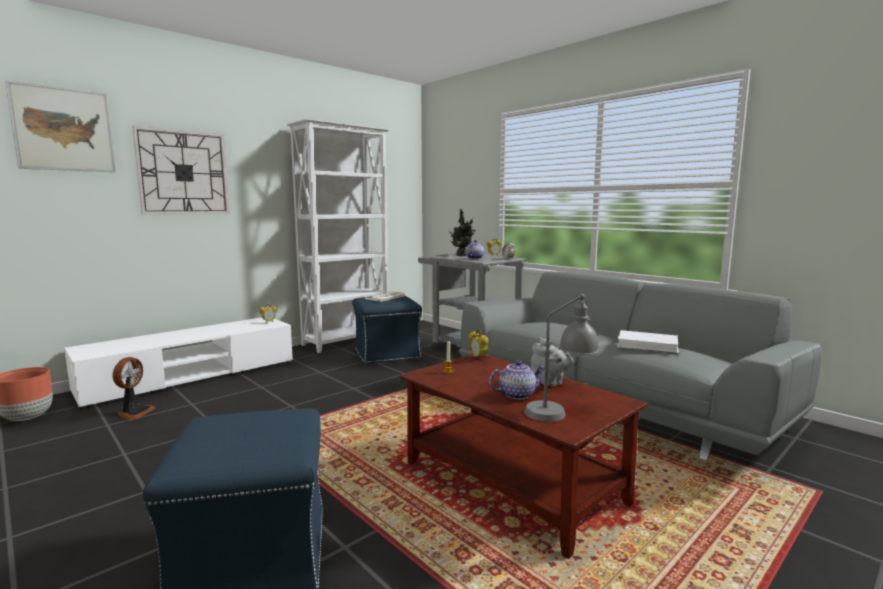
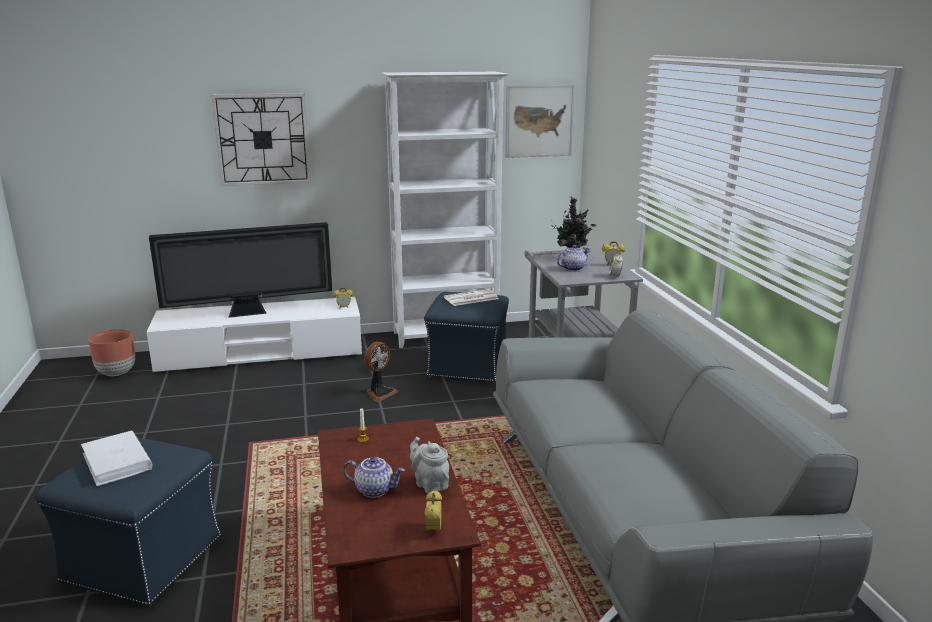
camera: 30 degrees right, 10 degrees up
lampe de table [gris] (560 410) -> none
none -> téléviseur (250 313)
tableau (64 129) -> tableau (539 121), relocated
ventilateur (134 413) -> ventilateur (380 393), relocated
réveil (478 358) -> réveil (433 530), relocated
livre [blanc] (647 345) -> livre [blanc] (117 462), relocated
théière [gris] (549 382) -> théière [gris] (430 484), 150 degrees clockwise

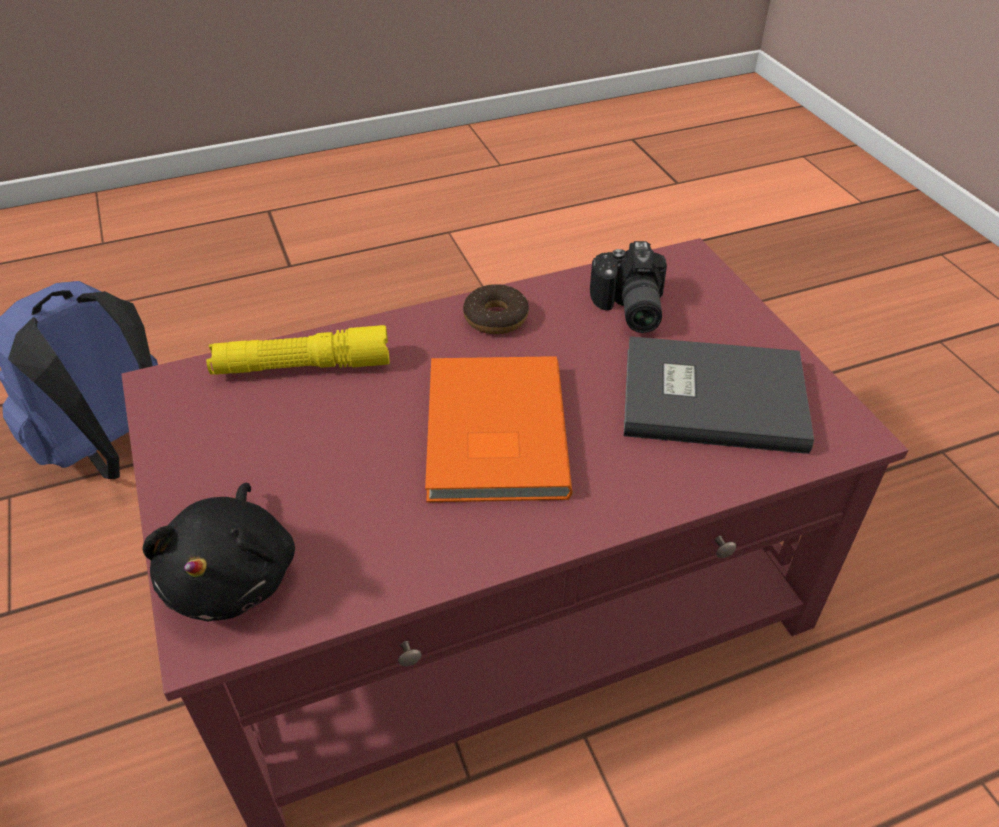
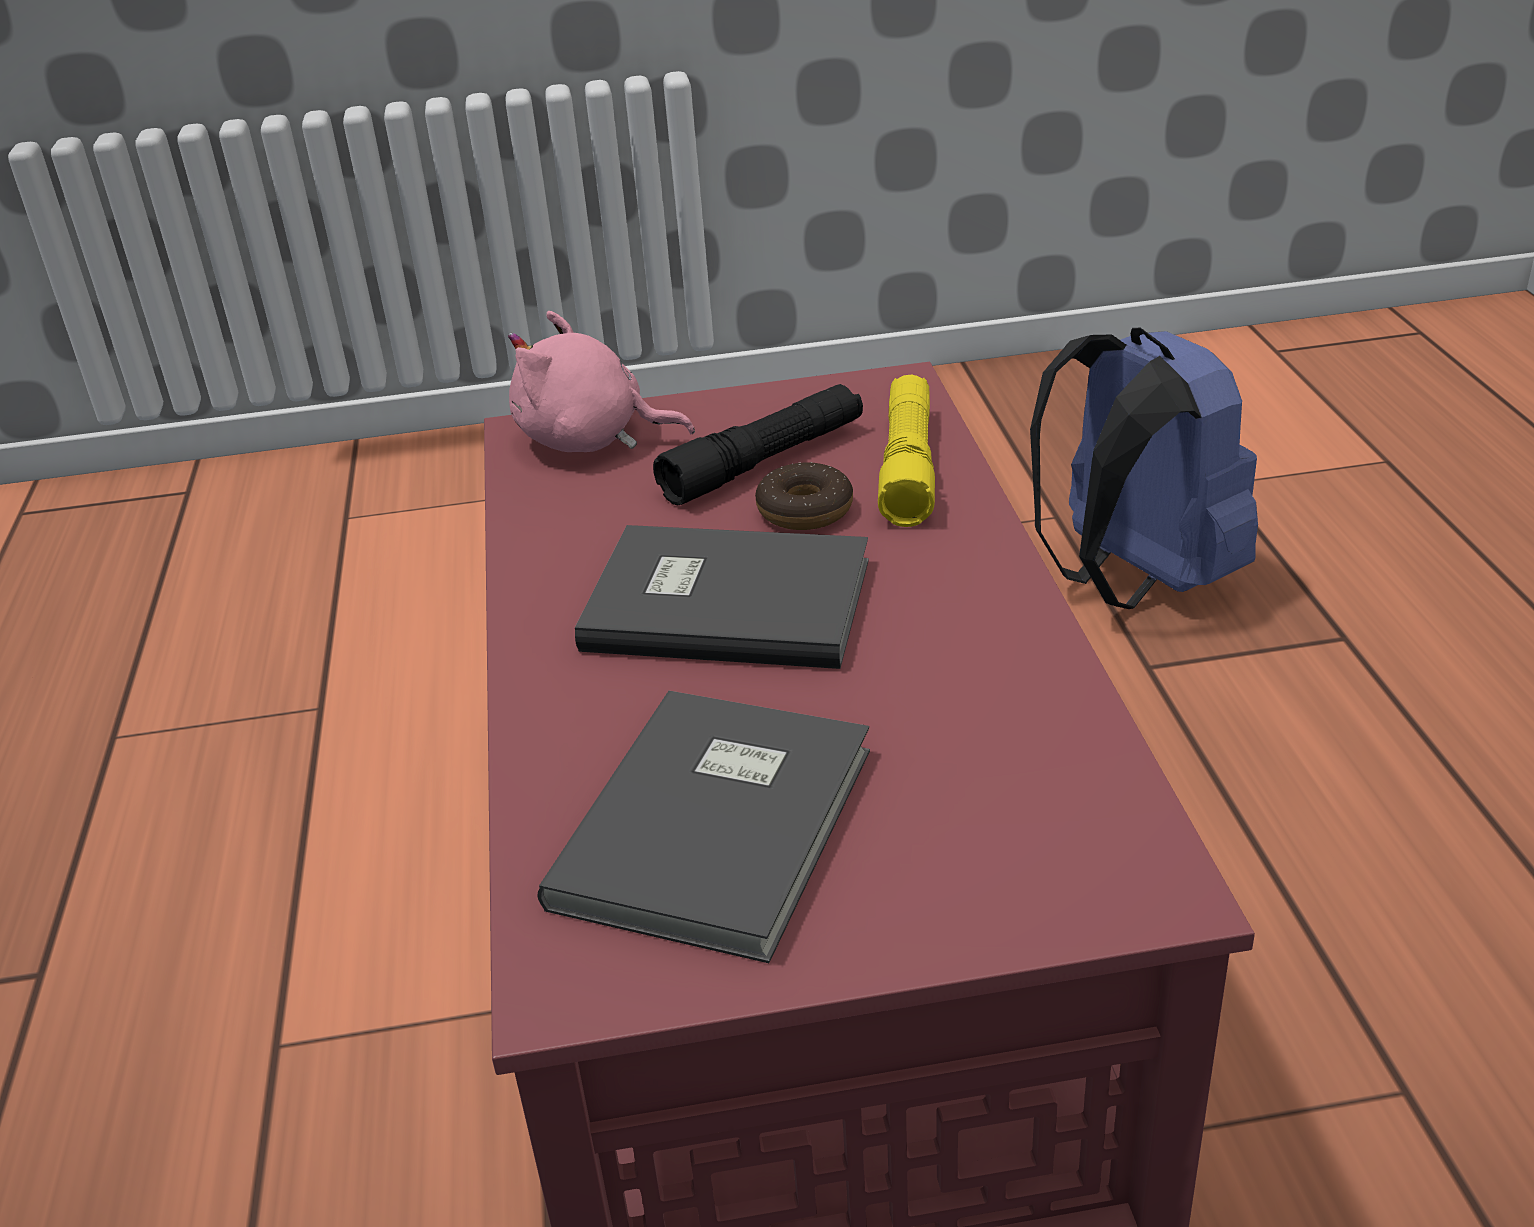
camera: 105 degrees right, 10 degrees down
appareil photo (627 309) -> none
none -> lampe de poche [noir] (764 462)
beignet (496 318) -> beignet (805 510), relocated
peluche [noir] (234 576) -> peluche [rose] (590 440)
livre [orange] (491 433) -> livre [gris] (725 600)

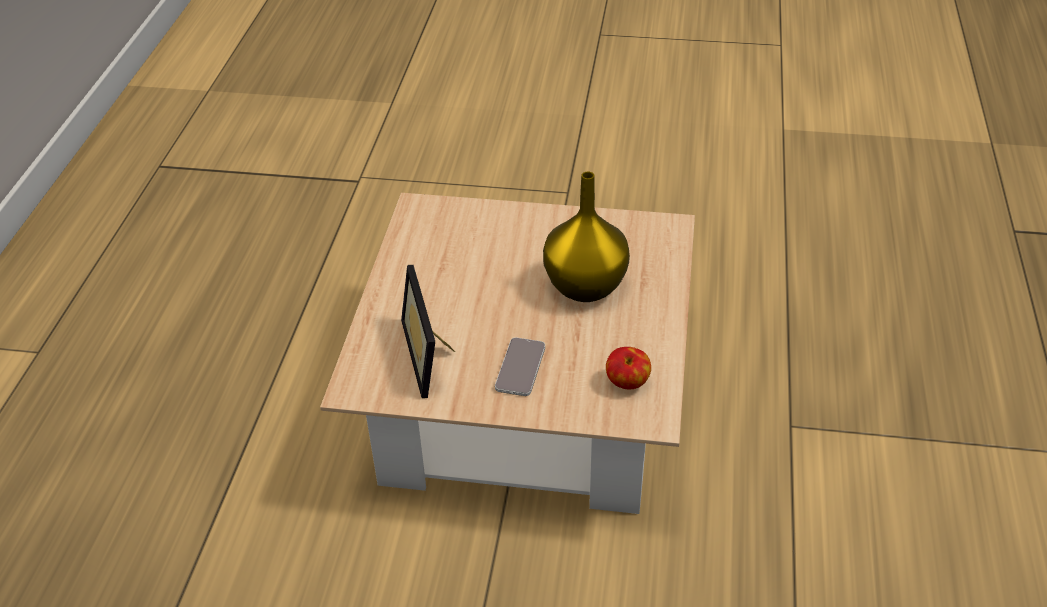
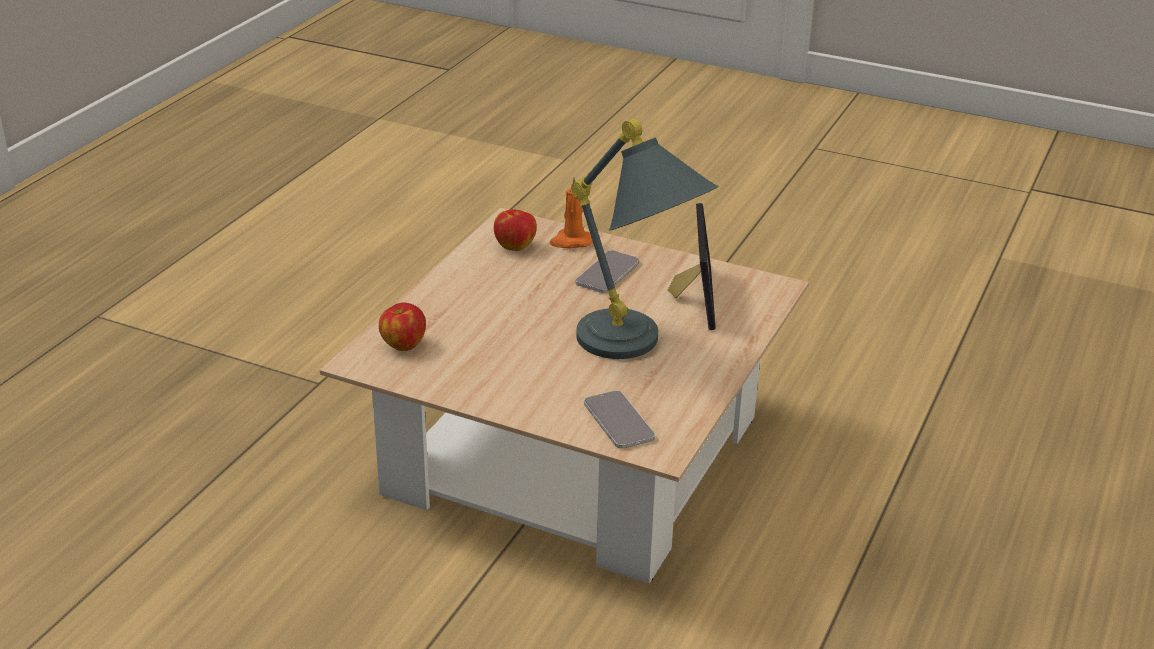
camera: 165 degrees left, 10 degrees down
vase [jaune] (584 286) -> none
none -> pomme (403 345)
none -> bougie [orange] (571 241)
none -> lampe de table [gris] (638 350)
none -> téléphone (618 421)

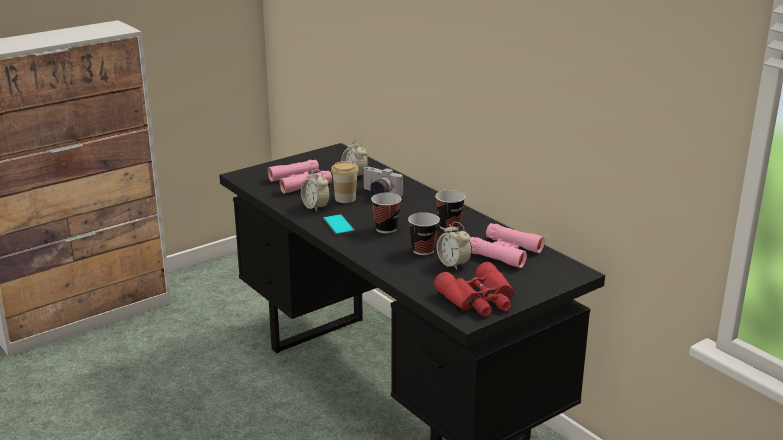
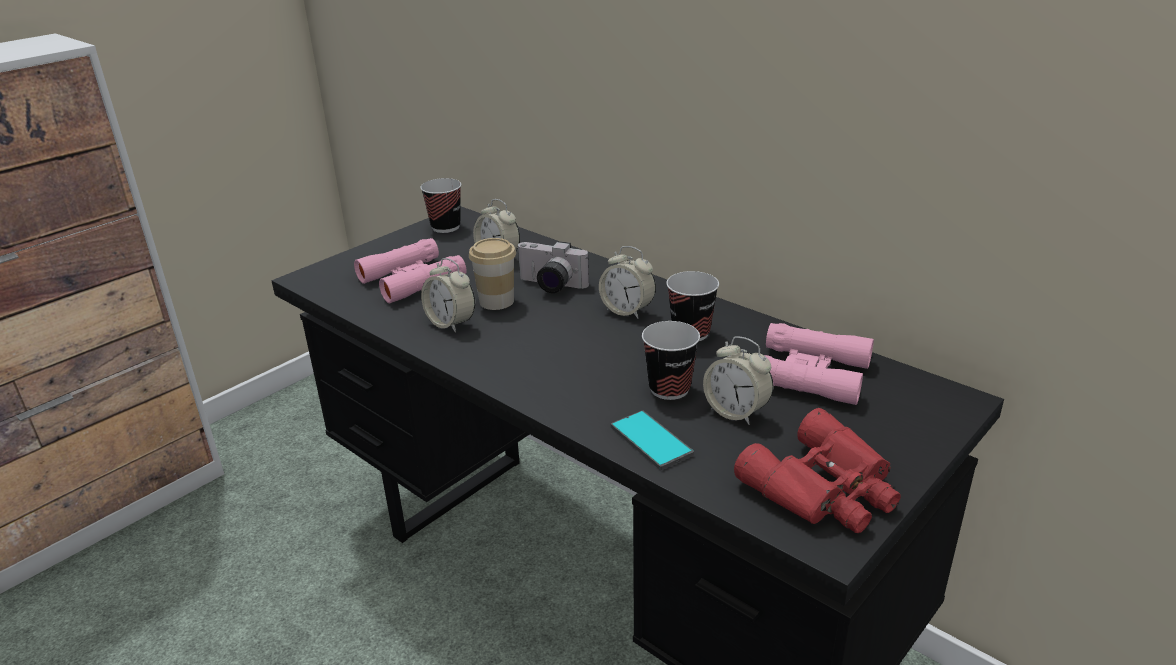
camera: 10 degrees left, 5 degrees up
none -> réveil (627 311)
téléphone (339 225) -> téléphone (651 440), relocated
tasse (386 229) -> tasse (445 227), relocated

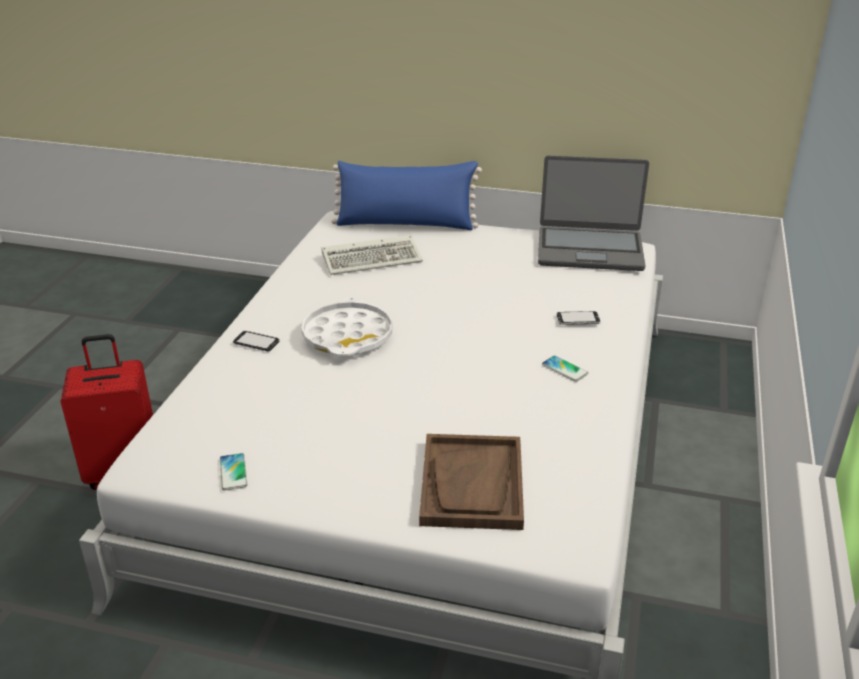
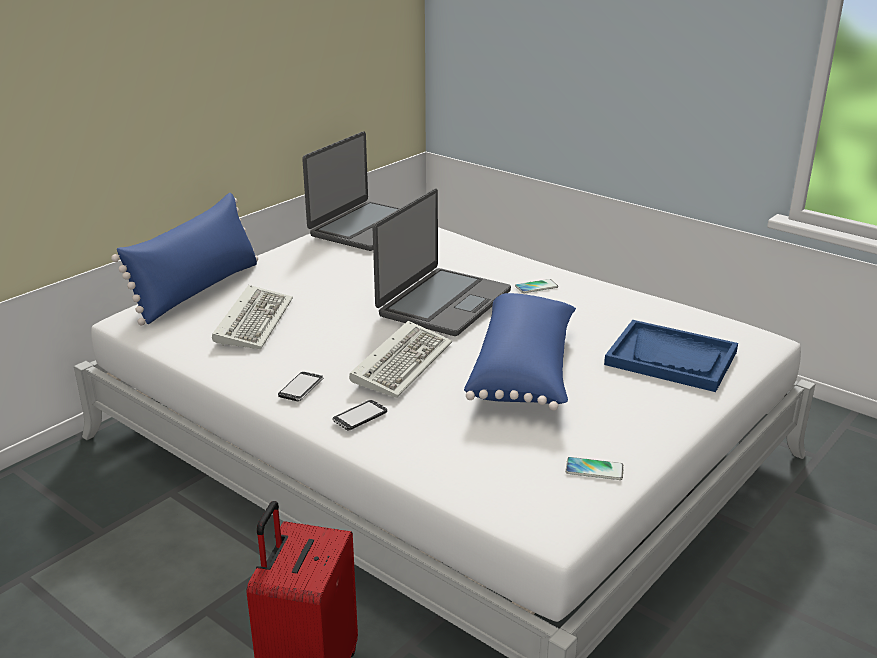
camera: 65 degrees left, 5 degrees down
none -> ordinateur portable (443 303)
none -> coussin [bleu] (525 371)
téléphone (578 319) -> téléphone (301 388), relocated
plateau [blanc] (348 336) -> clavier (402 362)
plateau [marron] (472 484) -> plateau [bleu] (671 358)

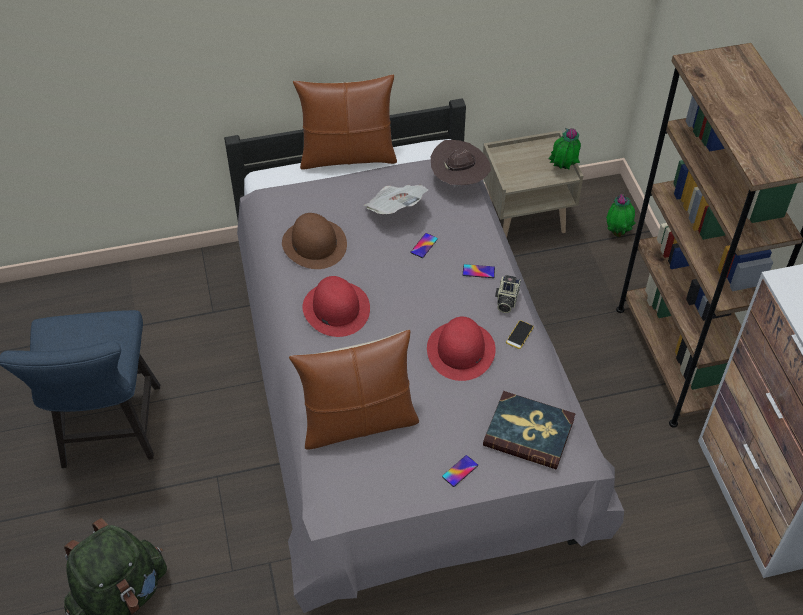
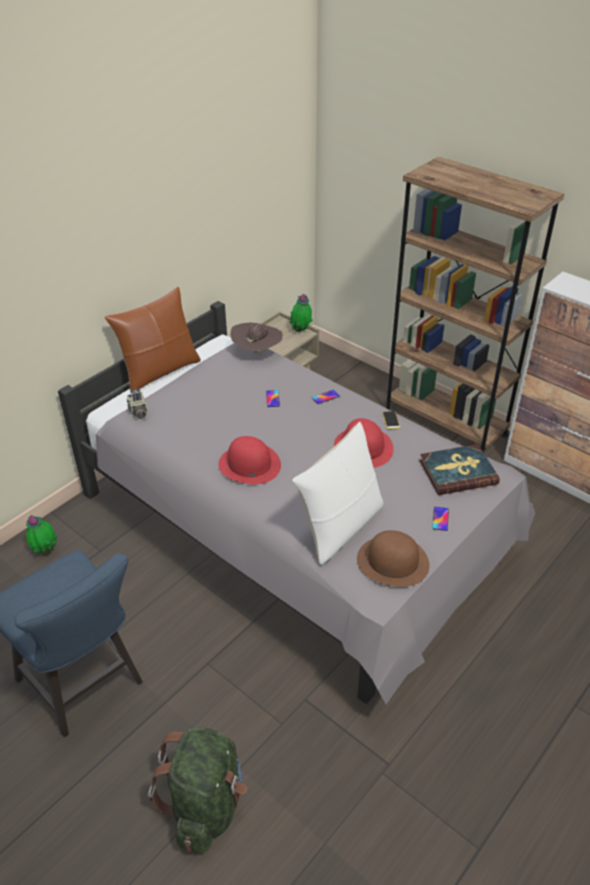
camera: 35 degrees left, 10 degrees down
journal (395 209) -> none
chapeau [marron] (314 244) -> chapeau [marron] (393 561), relocated
appareil photo (506 300) -> appareil photo (138 412), relocated
plante en pot (617 232) -> plante en pot (45 551), relocated
coussin [marron] (358 422) -> coussin [blanc] (340 526)

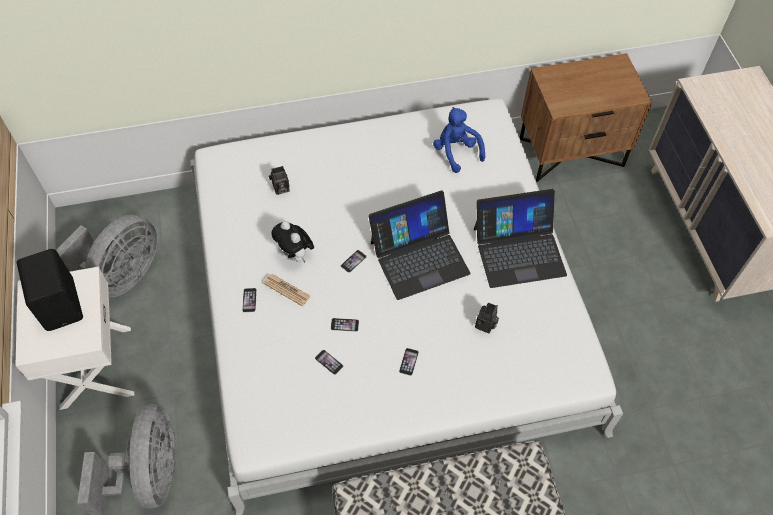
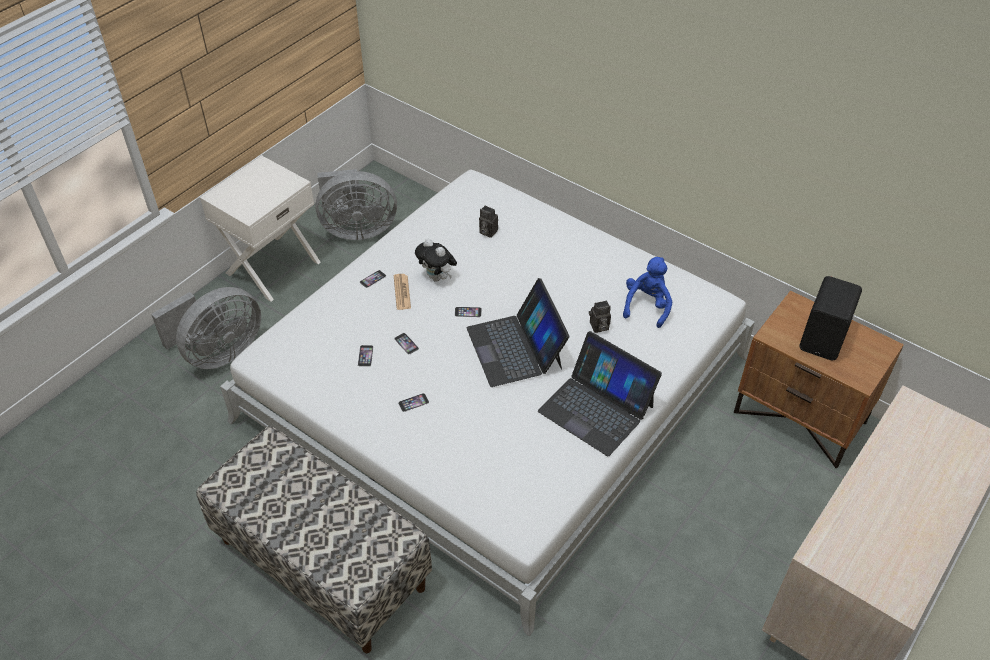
camera: 50 degrees right, 10 degrees down
enceinte [noir] (62 304) -> enceinte [noir] (824 338), relocated
appareil photo (485 326) -> appareil photo (598 327), relocated
peluche (295 255) -> peluche (437 277), 60 degrees counterclockwise
ordinateur portable (419 257) -> ordinateur portable (515 348), 45 degrees clockwise

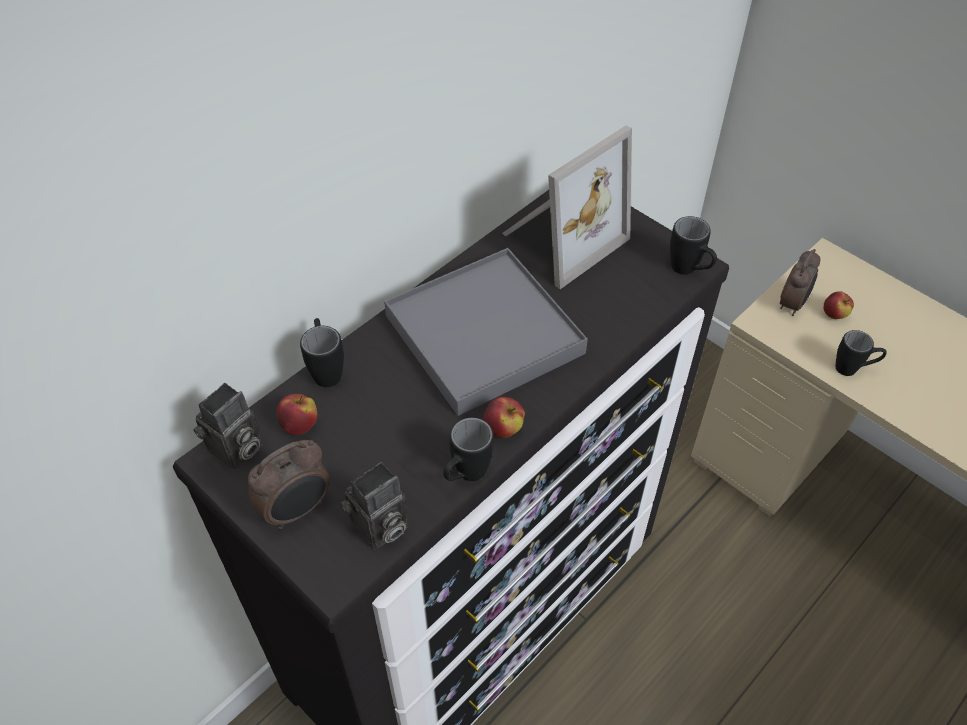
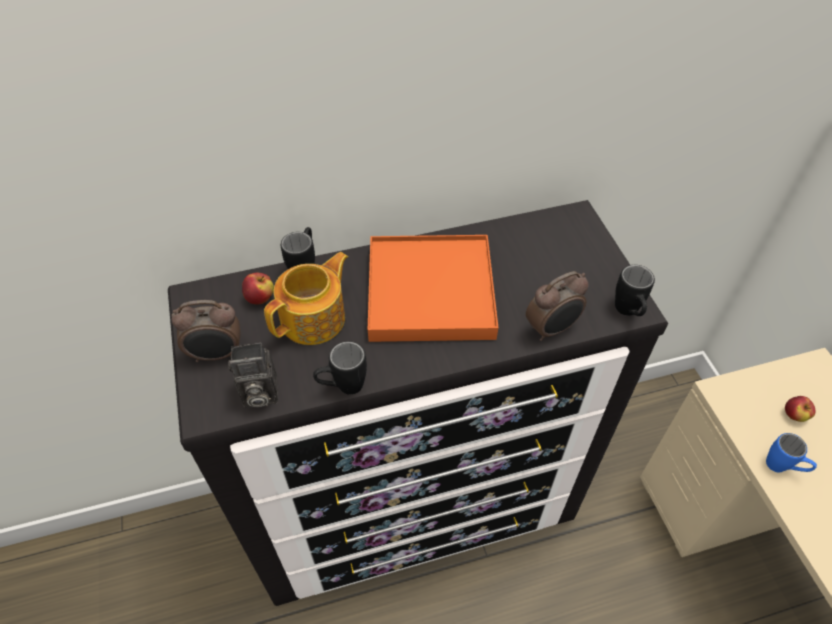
camera: 30 degrees right, 0 degrees up
appareil photo (236 451) -> none
pomme (503 429) -> none
cadre photo (560 238) -> none
none -> théière (315 318)
réveil (793 304) -> réveil (552 329), relocated
plateau [gris] (484 334) -> plateau [orange] (431 292)
mug [noir] (853 369) -> mug [bleu] (782 468)

